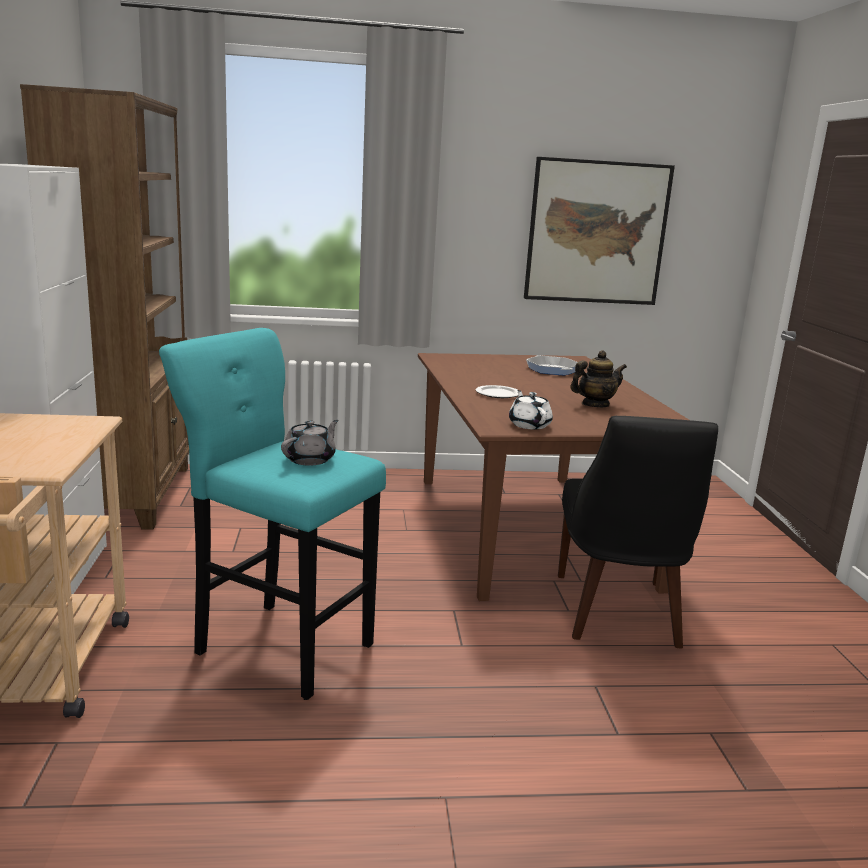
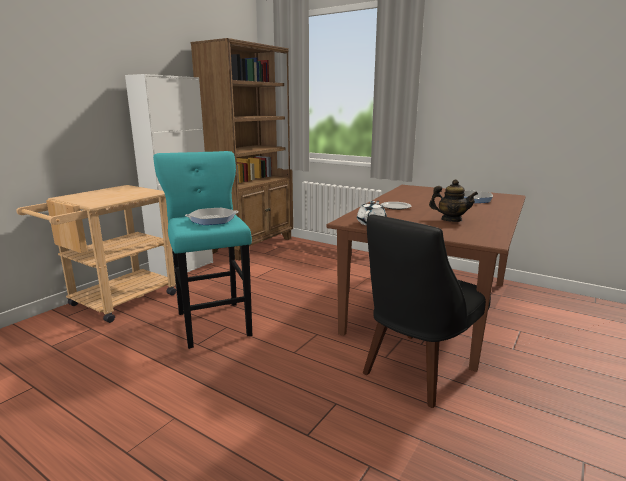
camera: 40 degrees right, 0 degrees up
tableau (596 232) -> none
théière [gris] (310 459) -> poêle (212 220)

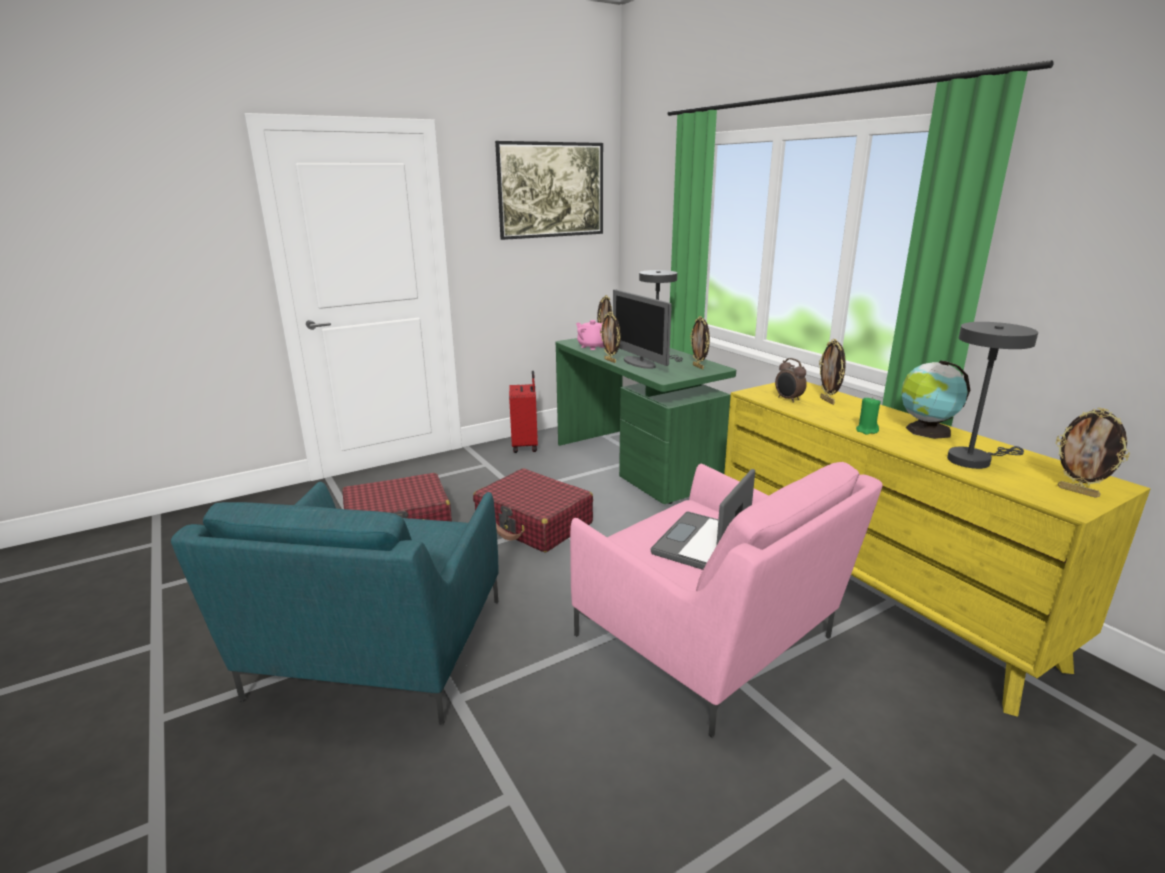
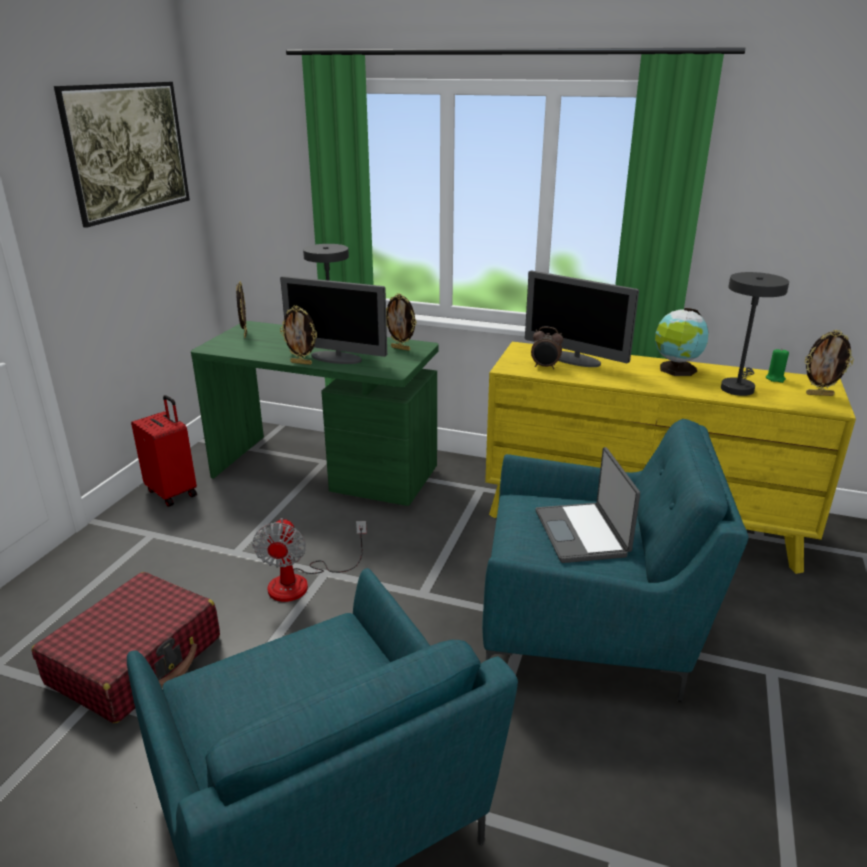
camera: 40 degrees left, 5 degrees up
théière [rose] (592 346) -> none
bougie [vert] (866 430) -> bougie [vert] (775 378), relocated
valise [rouge] (534 523) -> ventilateur (301 582)
cadre photo (828 401) -> écran d'ordinateur (574 360)
fauteuil [rose] (709 642) -> fauteuil [turquoise] (590 622)

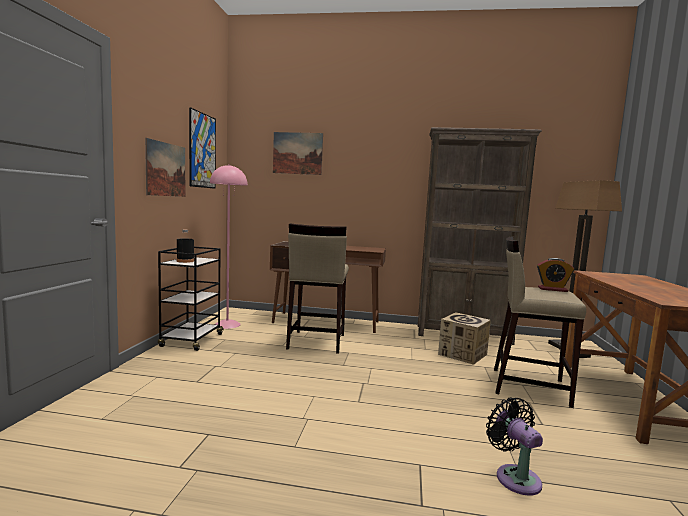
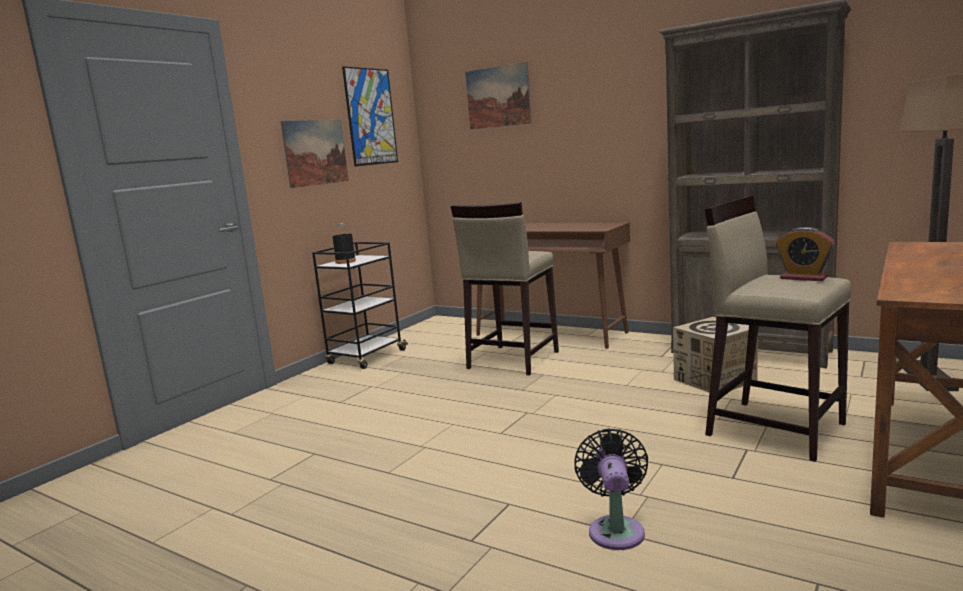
camera: 25 degrees right, 5 degrees up
lampadaire [rose] (227 324) -> none

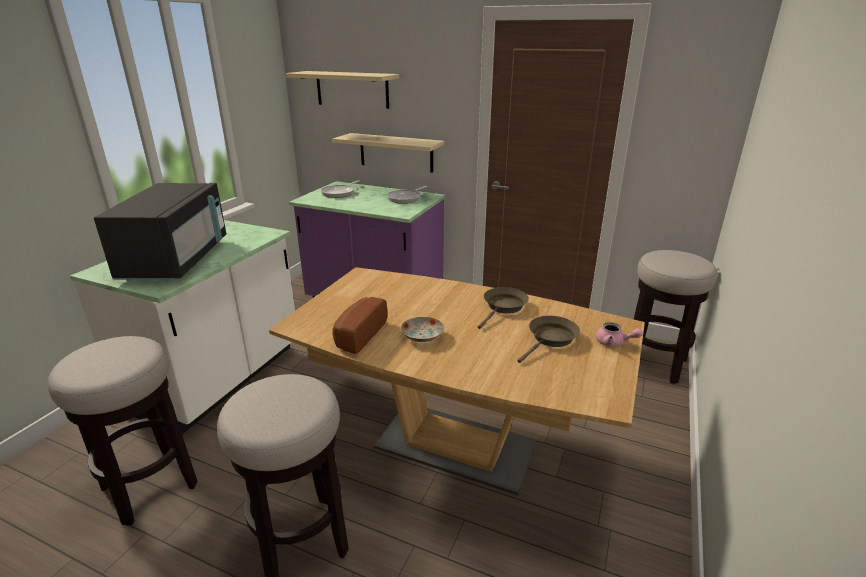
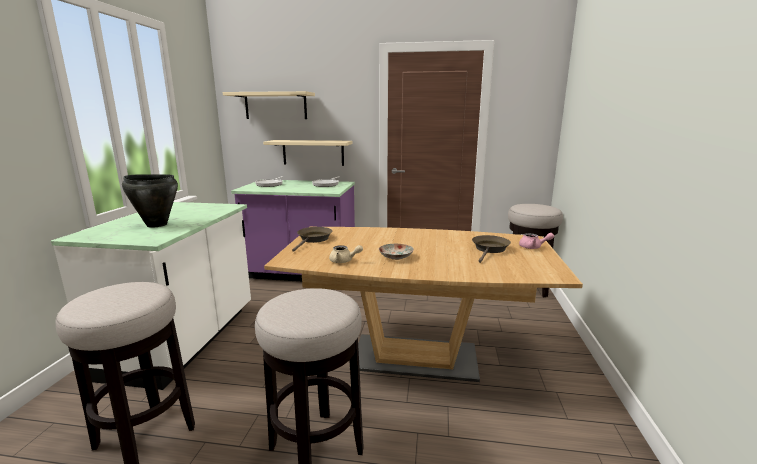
camera: 15 degrees left, 10 degrees down
poêle [marron] (503 307) -> poêle [marron] (313 239), relocated
micro-ondes [noir] (177 260) -> marmite [noir] (156 225)
pain (358 335) -> théière [beige] (344 261)

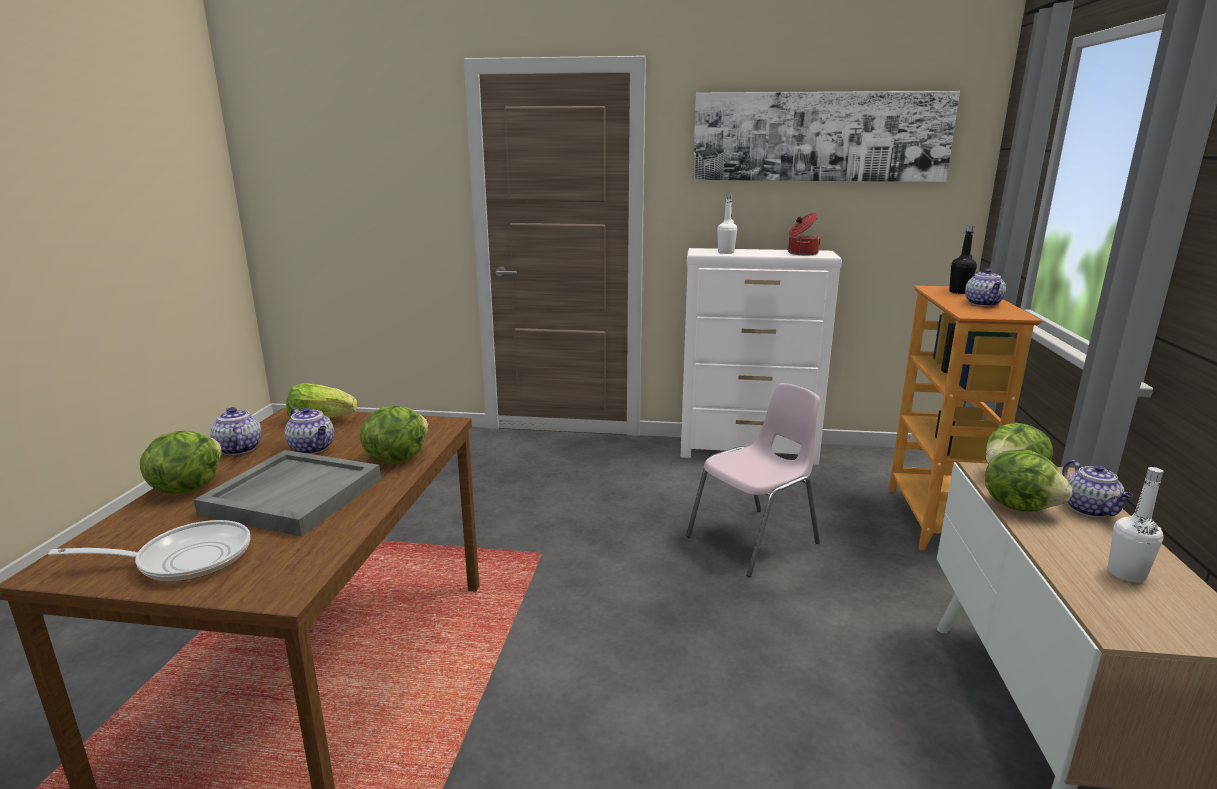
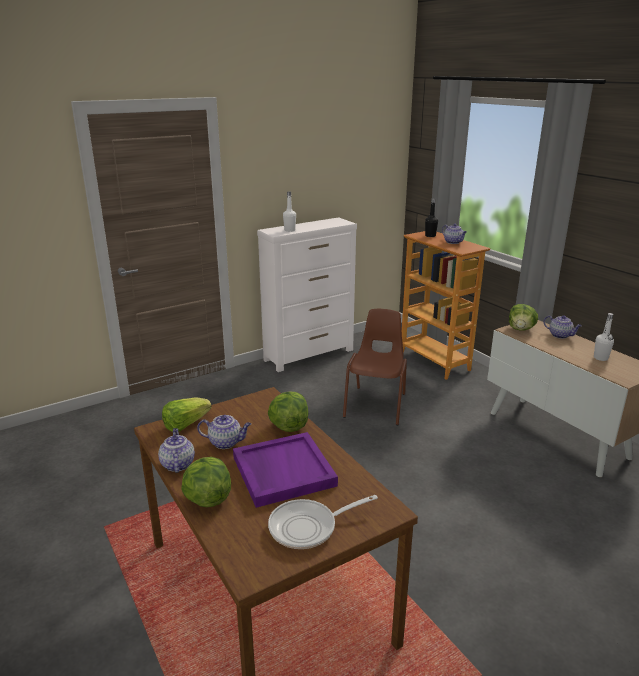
camera: 40 degrees left, 5 degrees up
tableau (819 137) -> none
marmite (801 253) -> none
laitue (1019 506) -> none
plateau [gris] (293 495) -> plateau [violet] (282 471)
chaise [rose] (755 540) -> chaise [marron] (376 405)
poêle (185 559) -> poêle (308 527), 150 degrees counterclockwise
théière (238 449) -> théière (177 464), 60 degrees clockwise

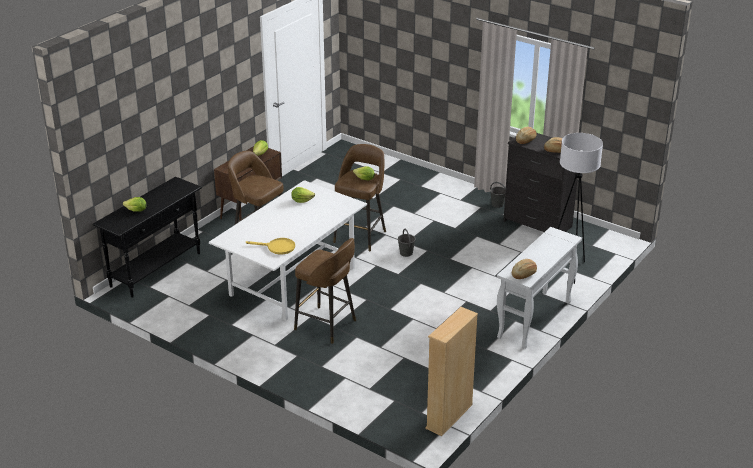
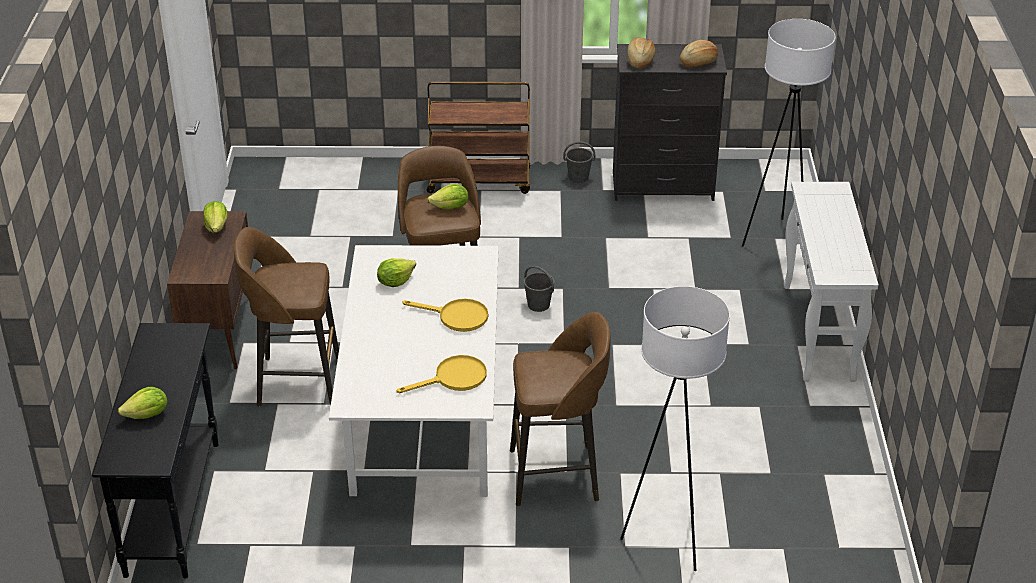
camera: 35 degrees left, 5 degrees up
bibliothèque [beige] (449 416) -> none
pain (524 274) -> none
none -> poêle [jaune] (456 317)
none -> chariot [marron] (480 181)
none -> lampadaire [blanc] (668 540)

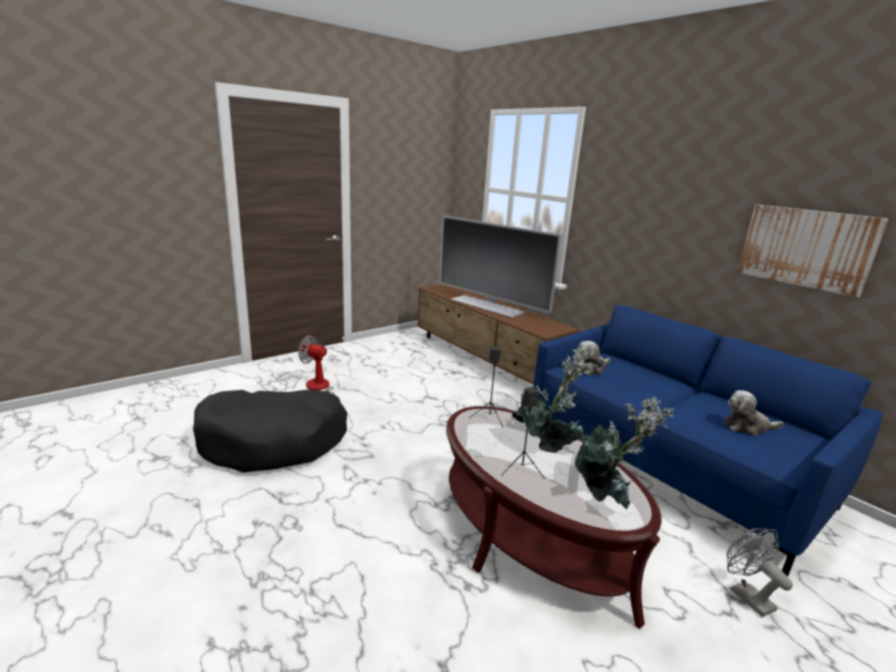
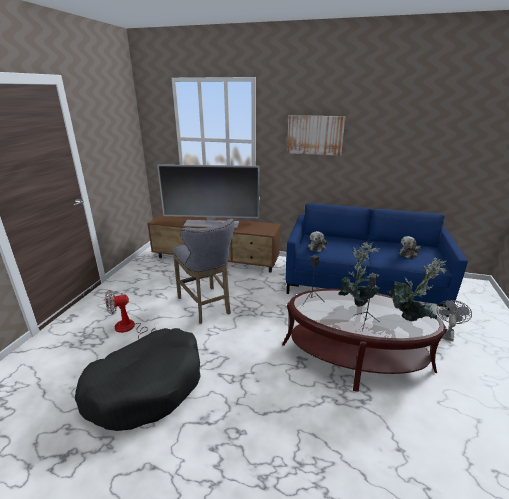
camera: 35 degrees left, 5 degrees up
none -> tabouret [gris] (206 306)
tableau (806 248) -> tableau (315 135), relocated
ventilateur [gris] (745 595) -> ventilateur [gris] (447 333), 90 degrees clockwise

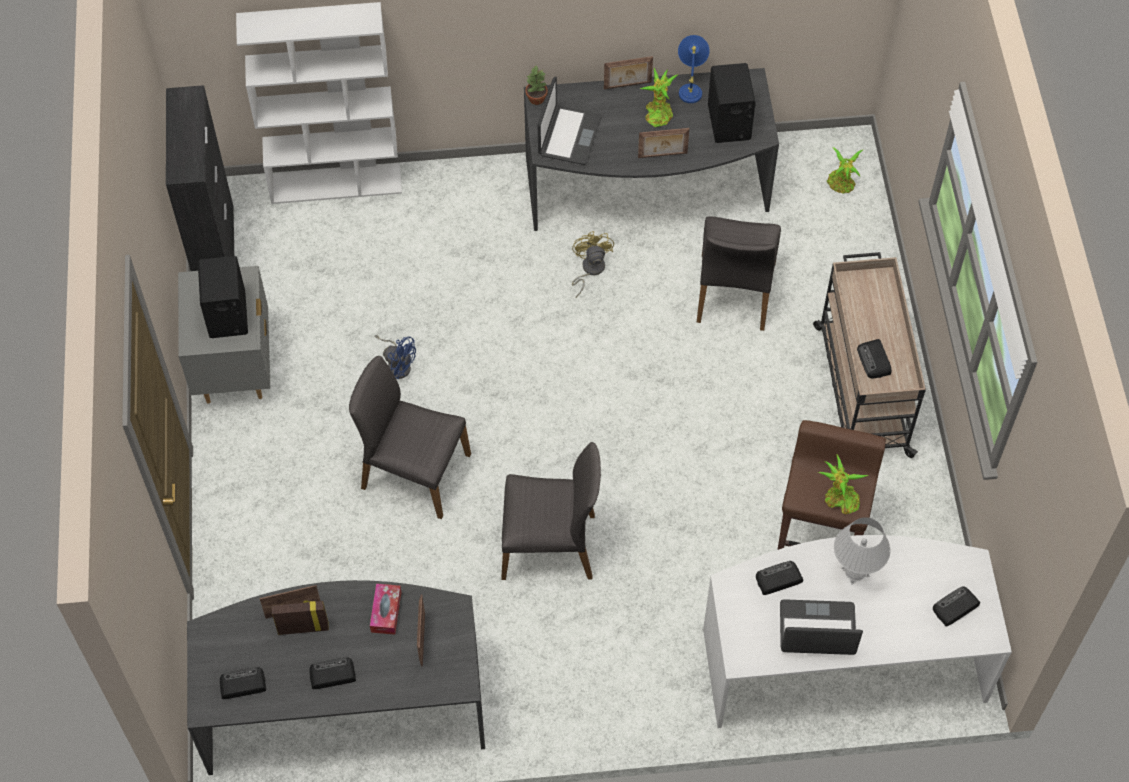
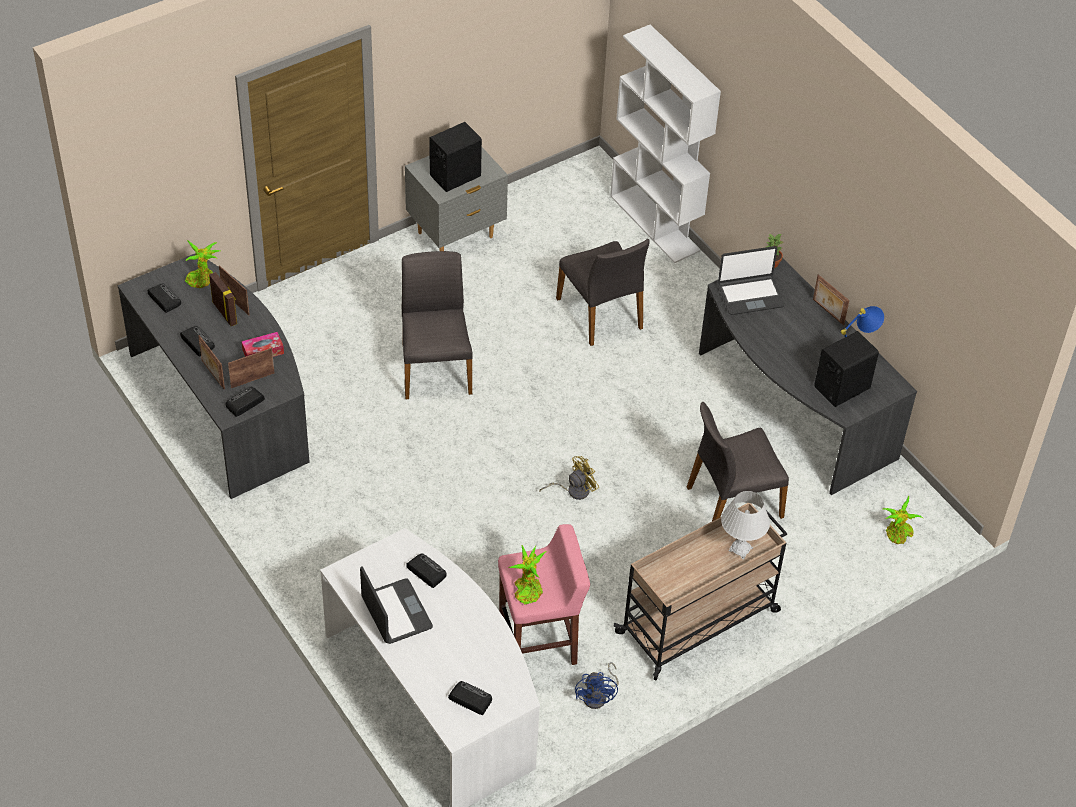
camera: 60 degrees right, 10 degrees down
meuble de rangement [noir] (216 252) -> none
ventilateur [bleu] (398 364) -> ventilateur [bleu] (598 696), relocated
chaise [gris] (550 545) -> chaise [gris] (601 313), relocated
ventilateur [jaune] (589 270) -> ventilateur [jaune] (573 490), relocated
cadre photo (662 156) -> cadre photo (212 374), relocated
plante en pot (658 113) -> plante en pot (202 279), relocated
lampe de table [blanc] (855 572) -> lampe de table [blanc] (740 549), relocated
radio (874 361) -> radio (244 403), relocated
tabouret [marron] (820 535) -> tabouret [rose] (539 642)

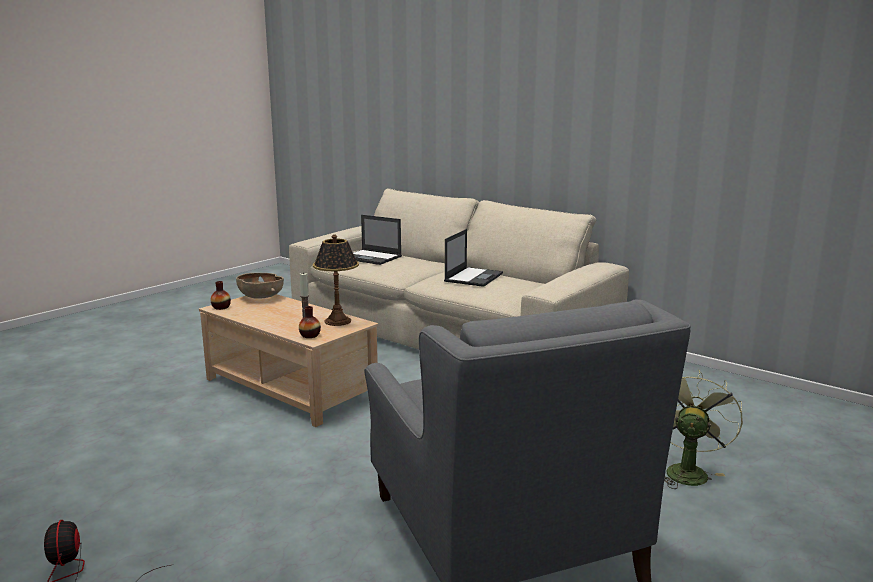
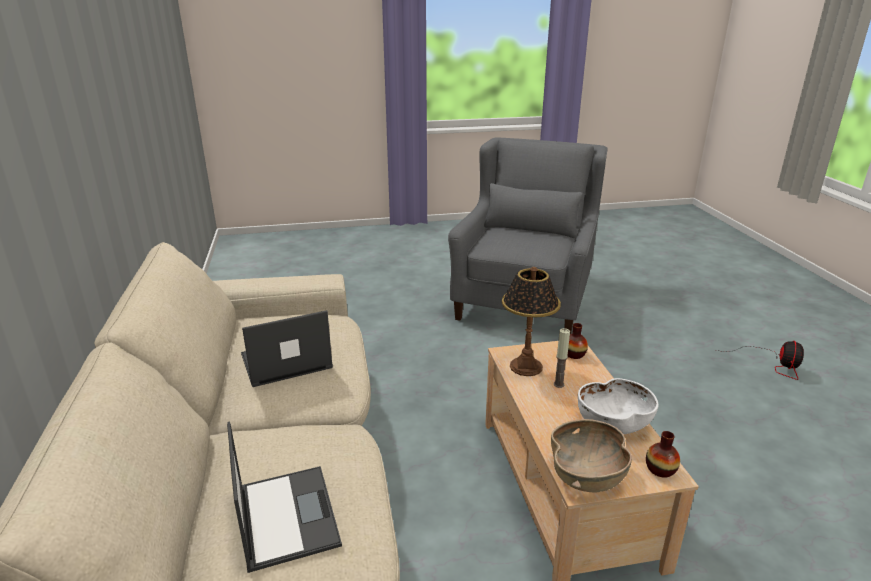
camera: 140 degrees left, 10 degrees up
ventilateur [vert] (685 470) -> none
none -> bol [blanc] (613 425)

